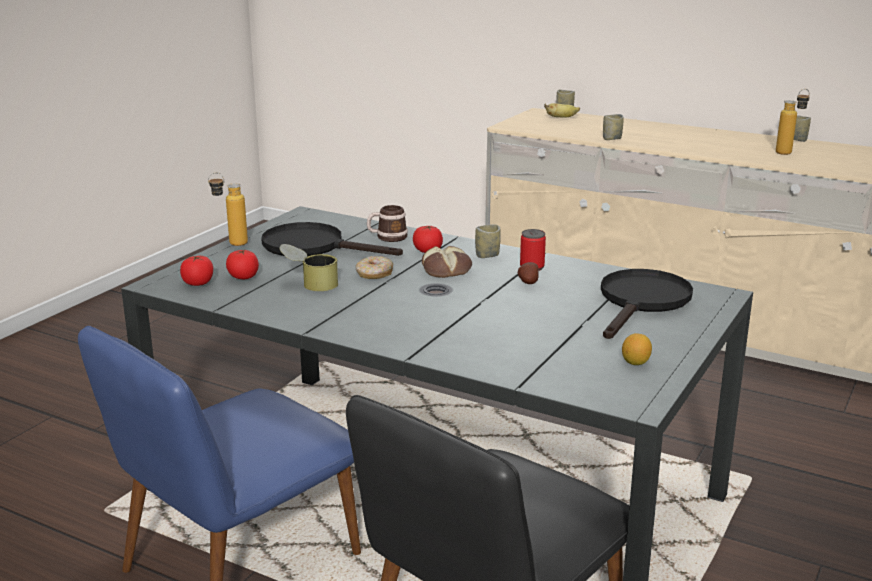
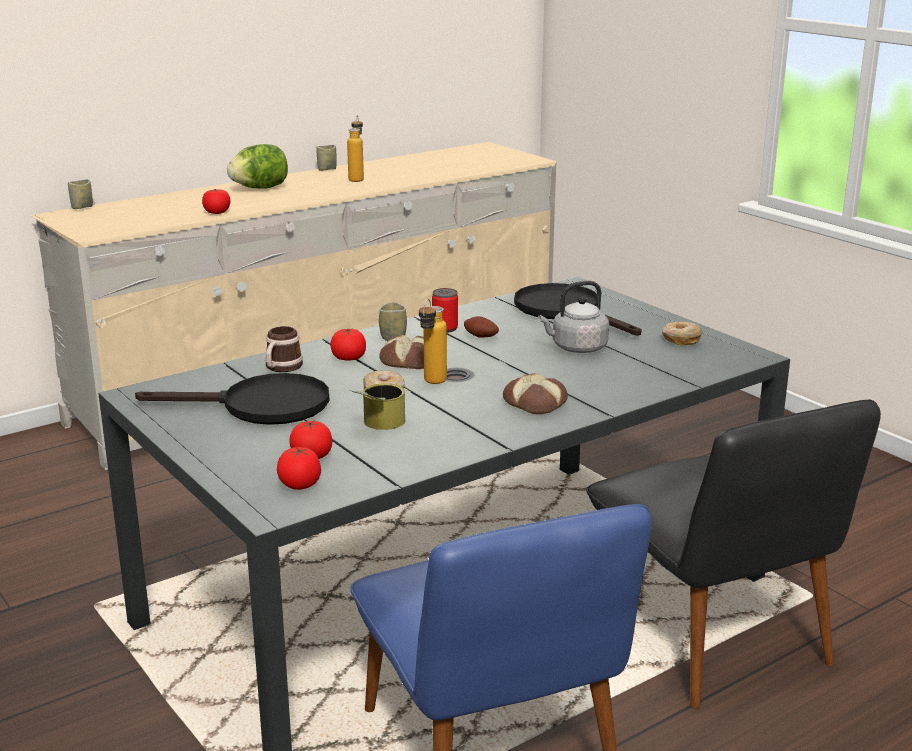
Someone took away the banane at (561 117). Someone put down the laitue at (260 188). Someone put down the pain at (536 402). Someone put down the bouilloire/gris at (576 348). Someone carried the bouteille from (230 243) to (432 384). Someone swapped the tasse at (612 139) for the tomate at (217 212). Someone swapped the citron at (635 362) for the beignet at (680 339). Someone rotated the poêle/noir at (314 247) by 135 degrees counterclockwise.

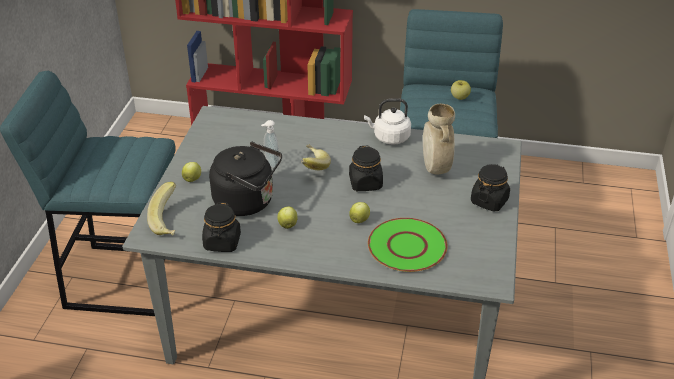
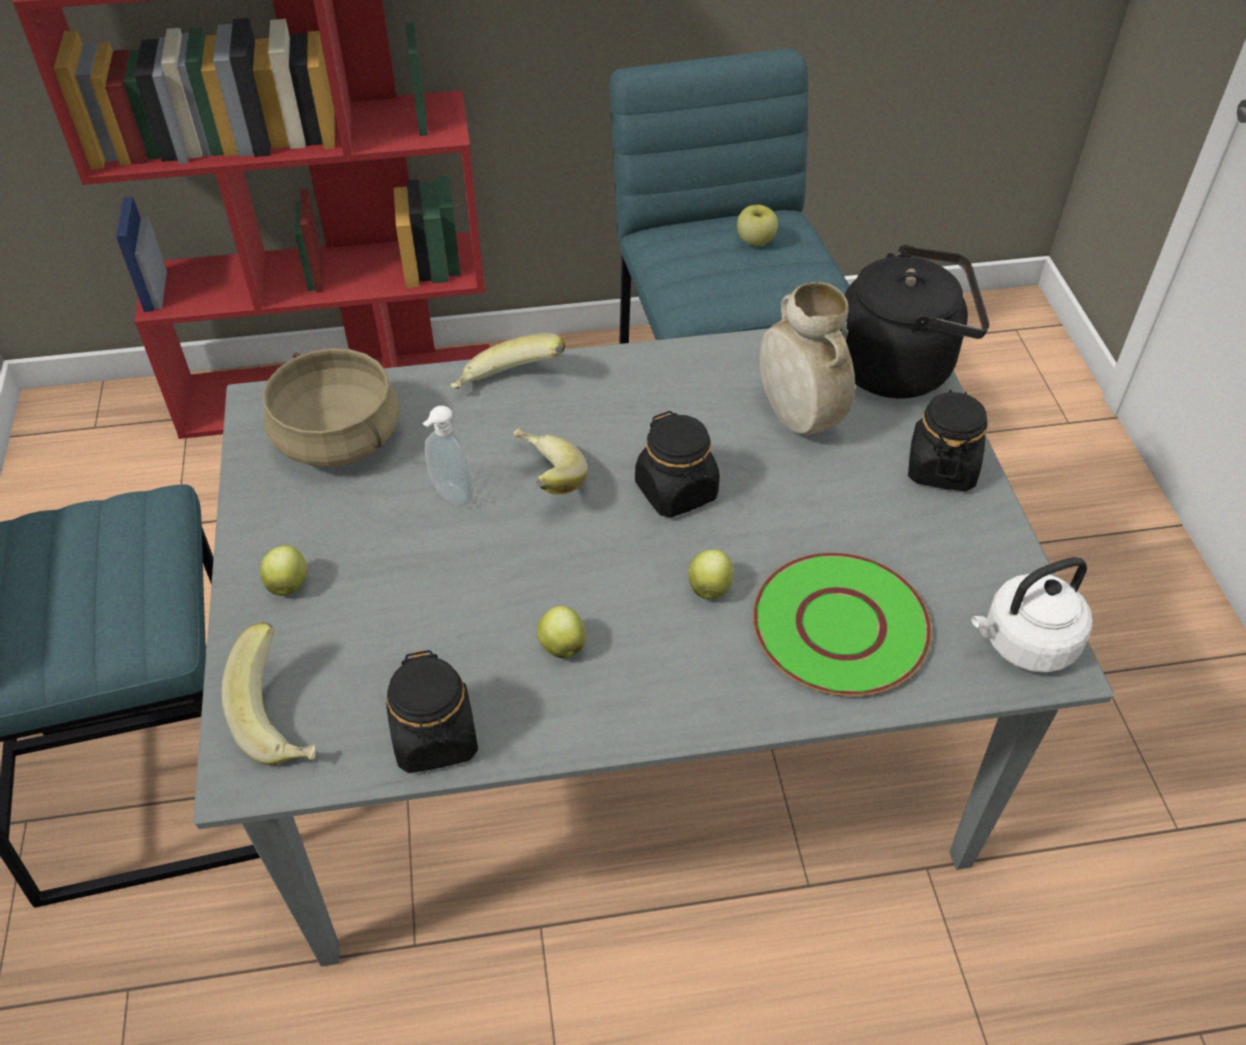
Someone put down the marmite/beige at (339 438). Someone put down the banane at (509 387). Someone carried the bouilloire/noir from (248 202) to (901 366). Someone carried the bouilloire/blanc from (389 137) to (1024 643).

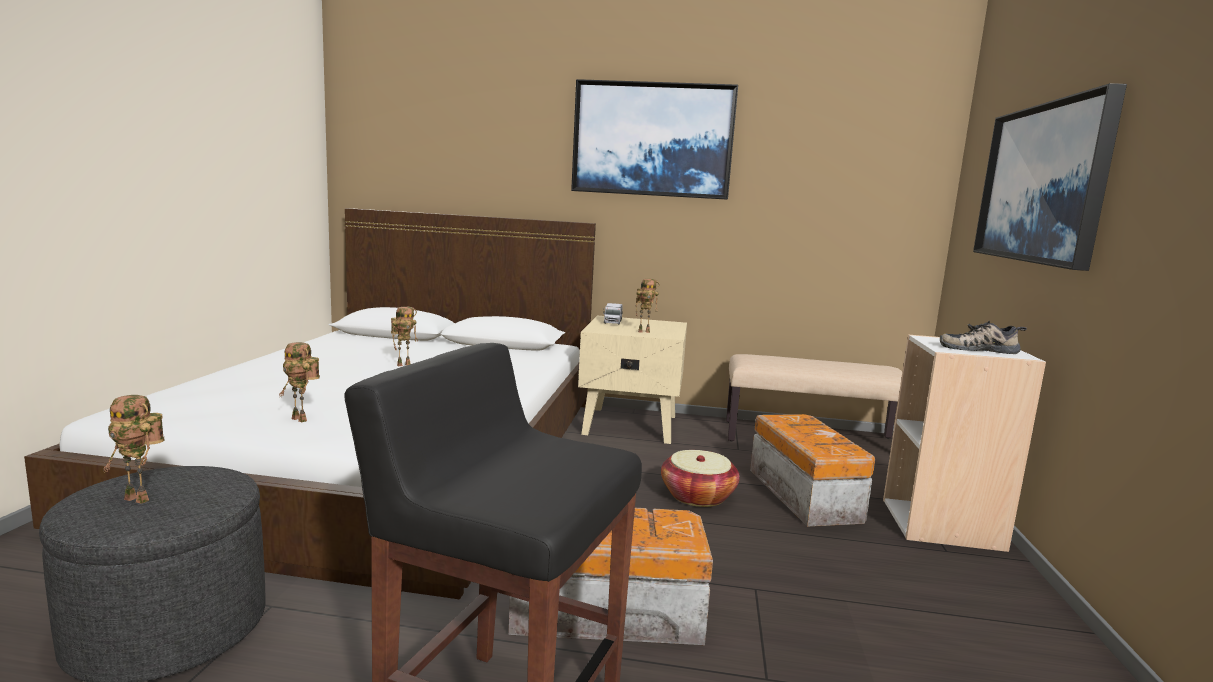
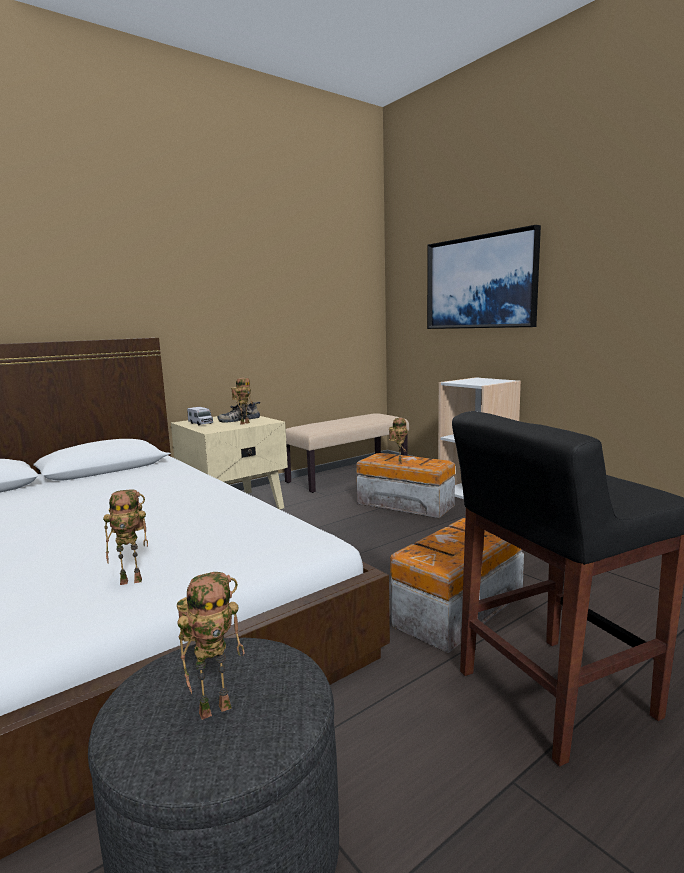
Someone took away the tableau at (652 140). Someone took away the panier at (698 496). Someone carried the robot jouet from (404 364) to (398 463). Someone carried the chaussure from (978 349) to (239 419).

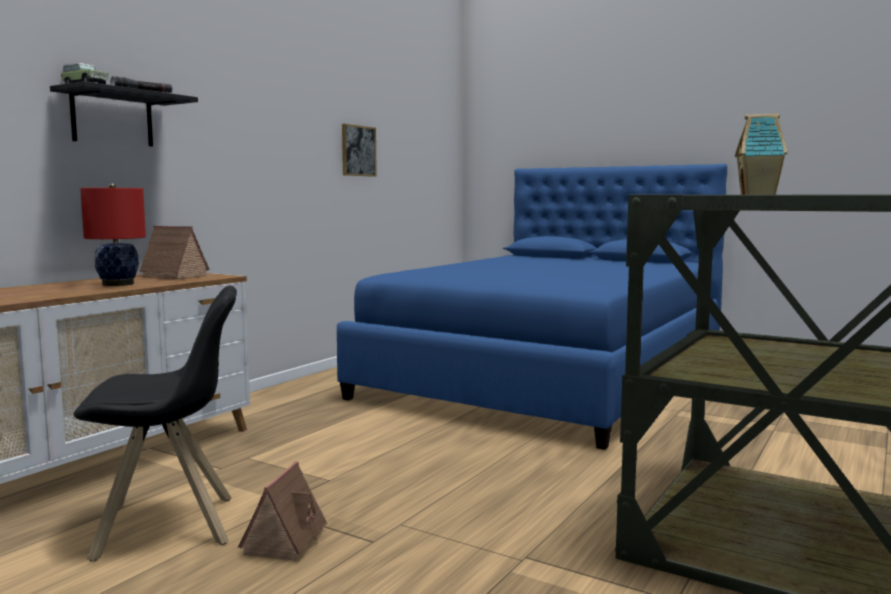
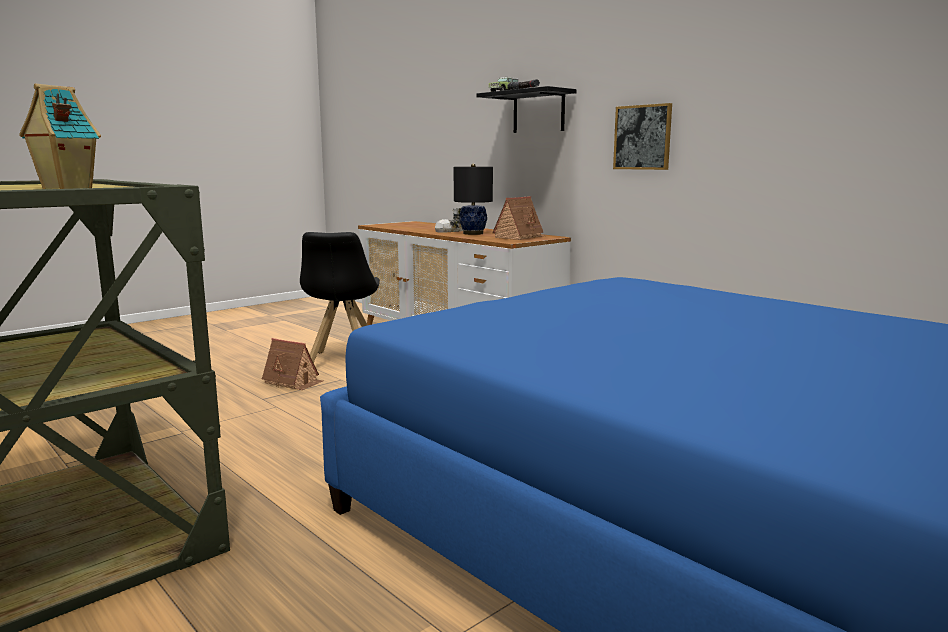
Someone put down the chaussure at (452 231). Someone carried the tableau from (358 151) to (642 137). Someone repainted the lampe de table/rouge at (118 284), which became the lampe de table/noir at (473 233).

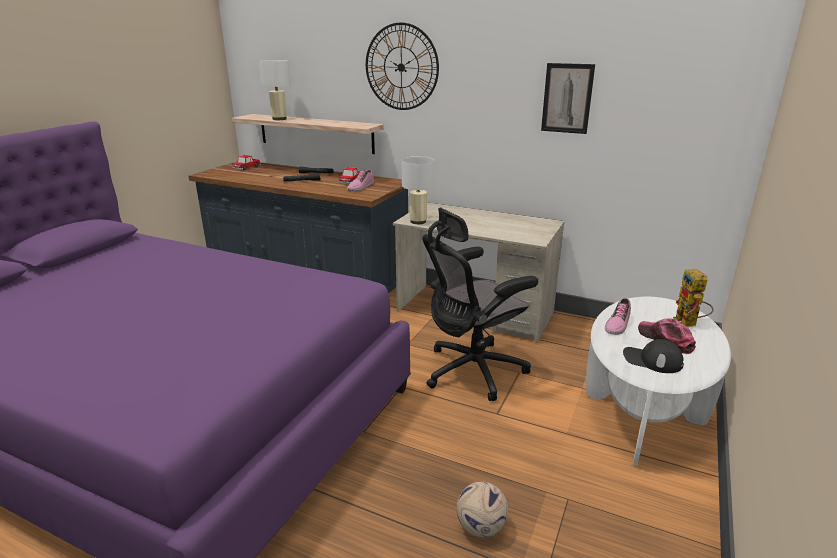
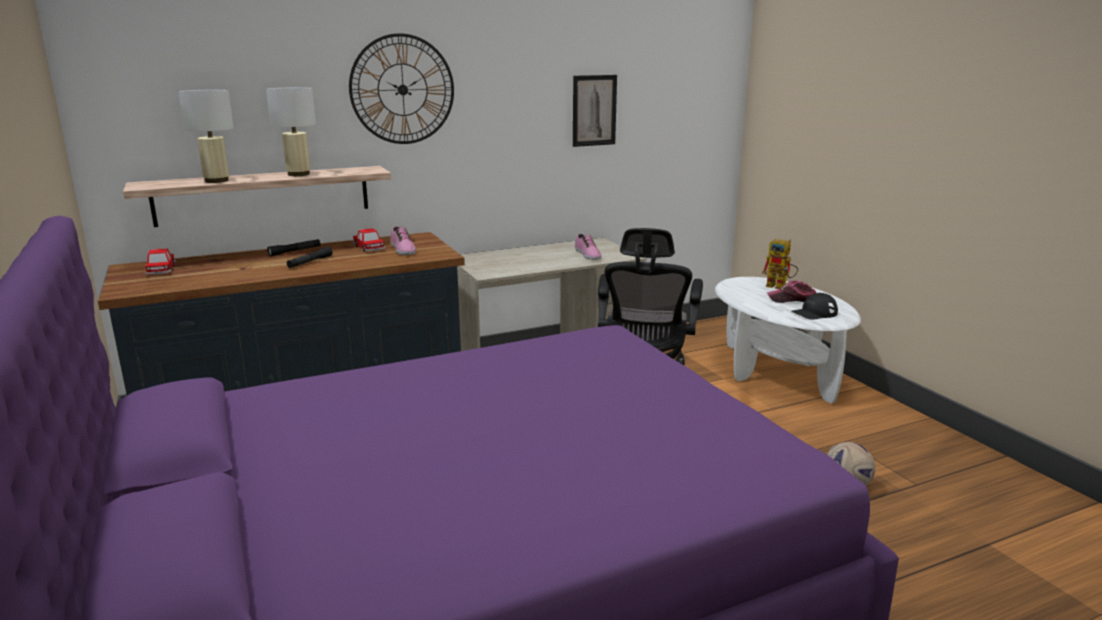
Someone carried the lampe de table/blanc from (418 221) to (298 174). Someone carried the chaussure from (617 323) to (587 254).

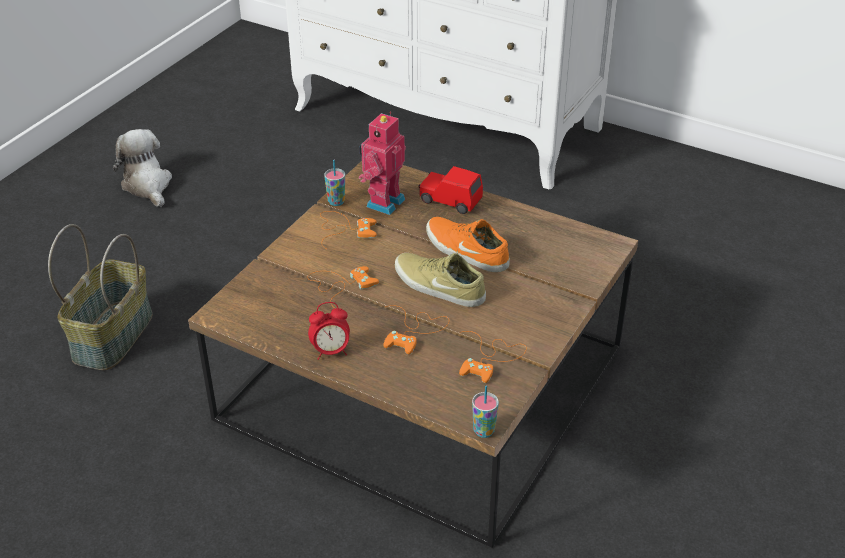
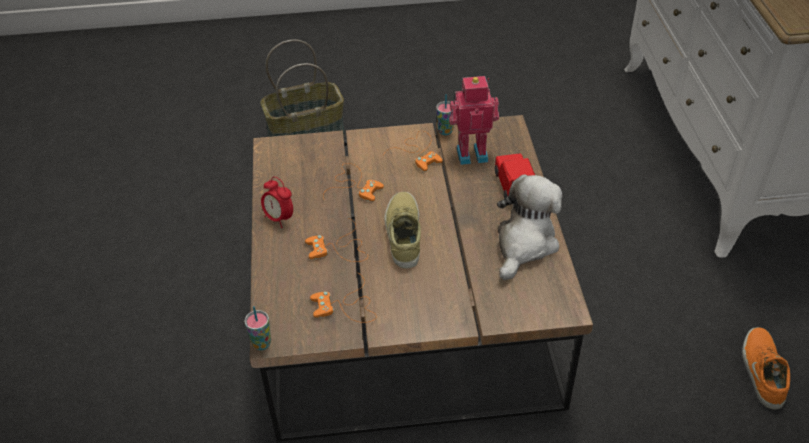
Someone carried the peluche from (147 185) to (524 243). Someone carried the chaussure/orange from (465 251) to (761 371).

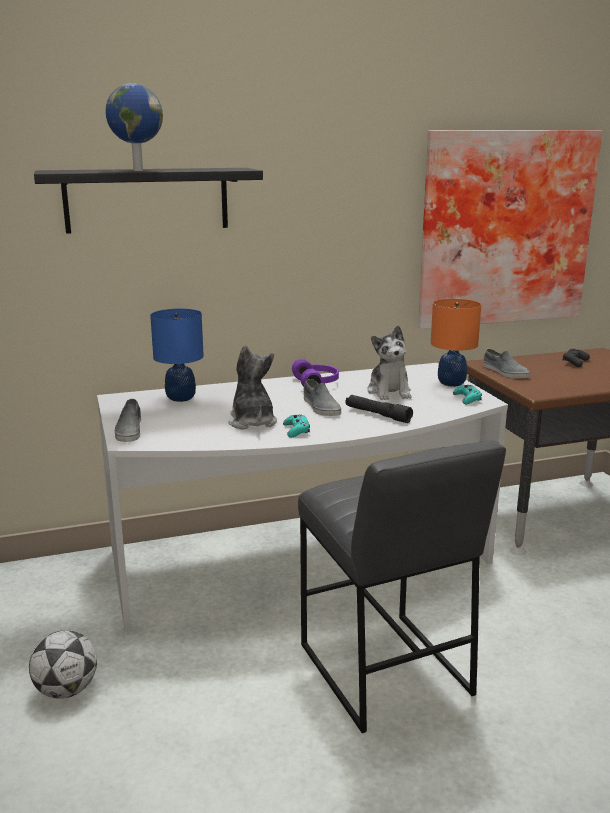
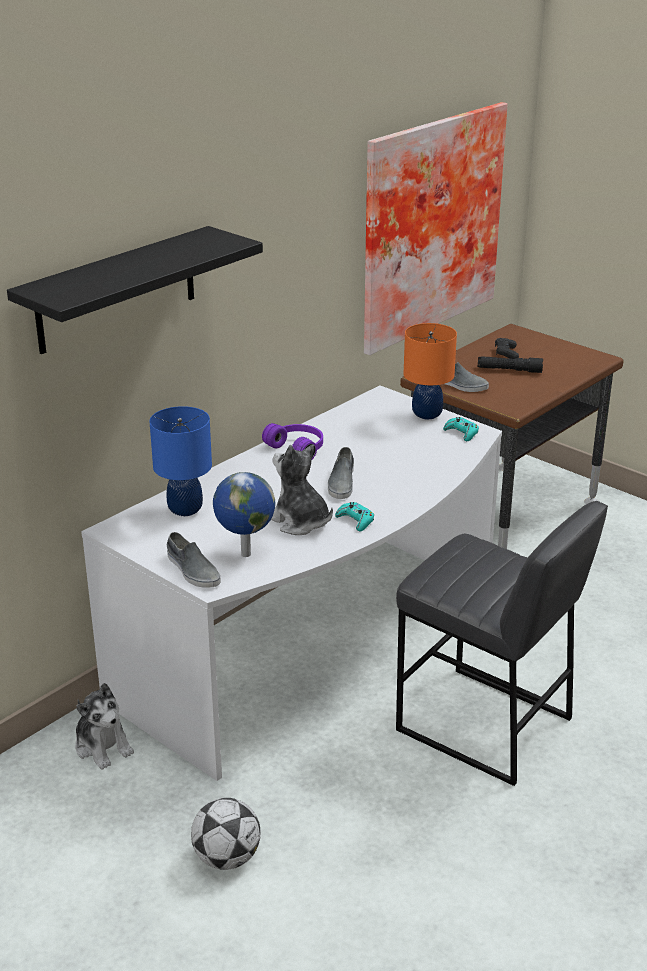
Someone carried the globe from (137 170) to (244 554). Someone carried the lampe de poche/noir from (377 415) to (509 370). Someone carried the peluche from (389 392) to (103 746). Someone rotated the chaussure/gris at (320 407) by 60 degrees clockwise.

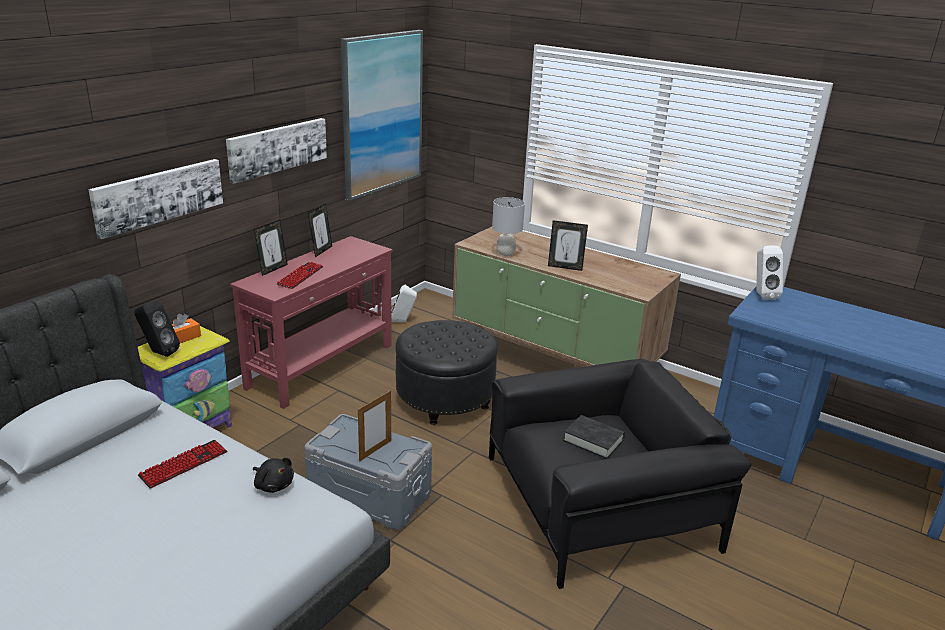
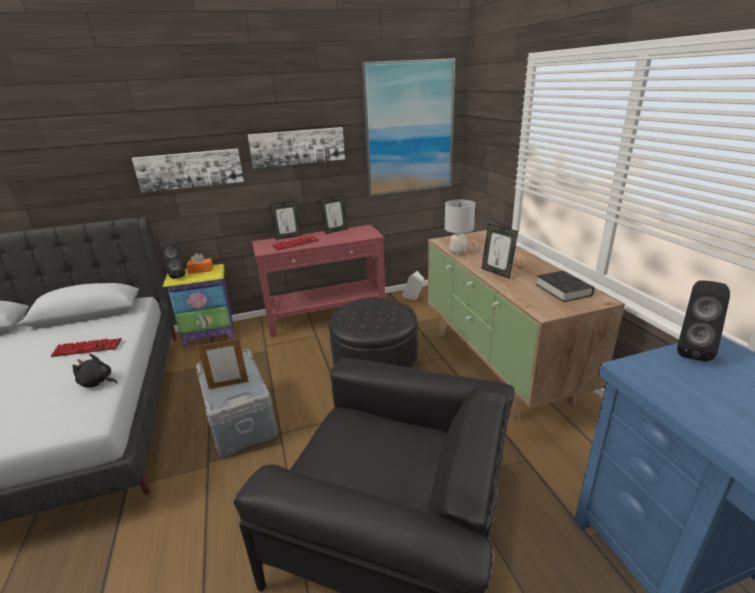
Someone carried the livre/noir from (593 440) to (563 290). Someone repainted the enceinte/blanc at (761 295), which became the enceinte/noir at (690 350). Someone rotated the peluche/noir at (273 485) by 120 degrees clockwise.

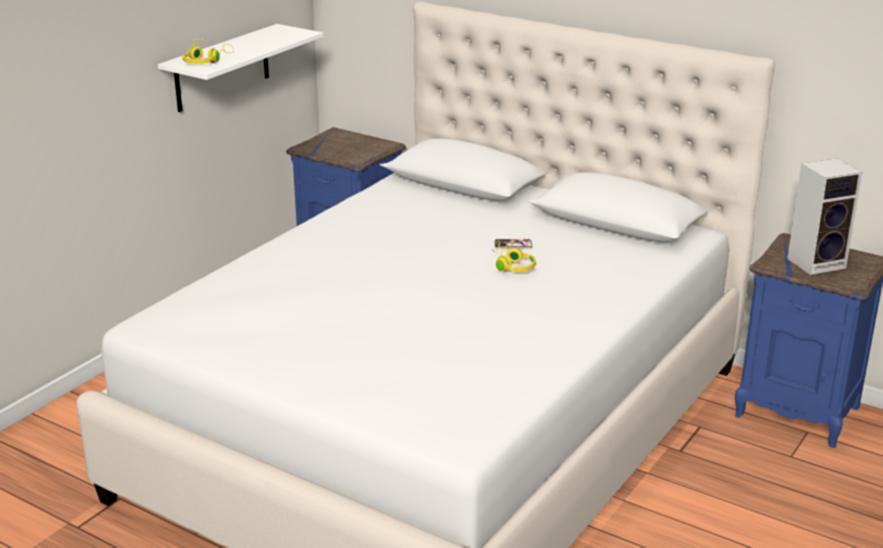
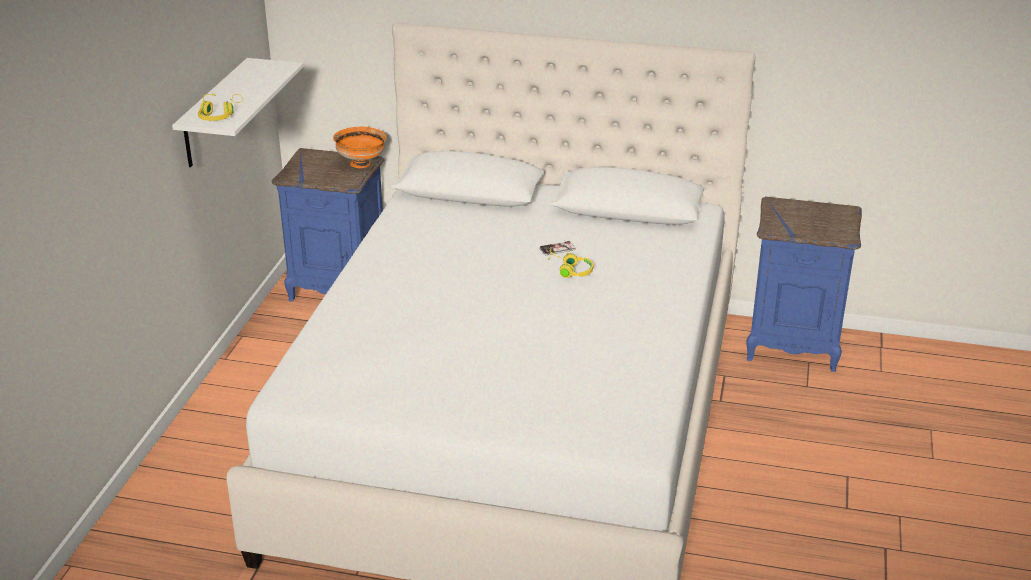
Someone took away the enceinte at (817 262). Someone put down the bol/orange at (361 163).

